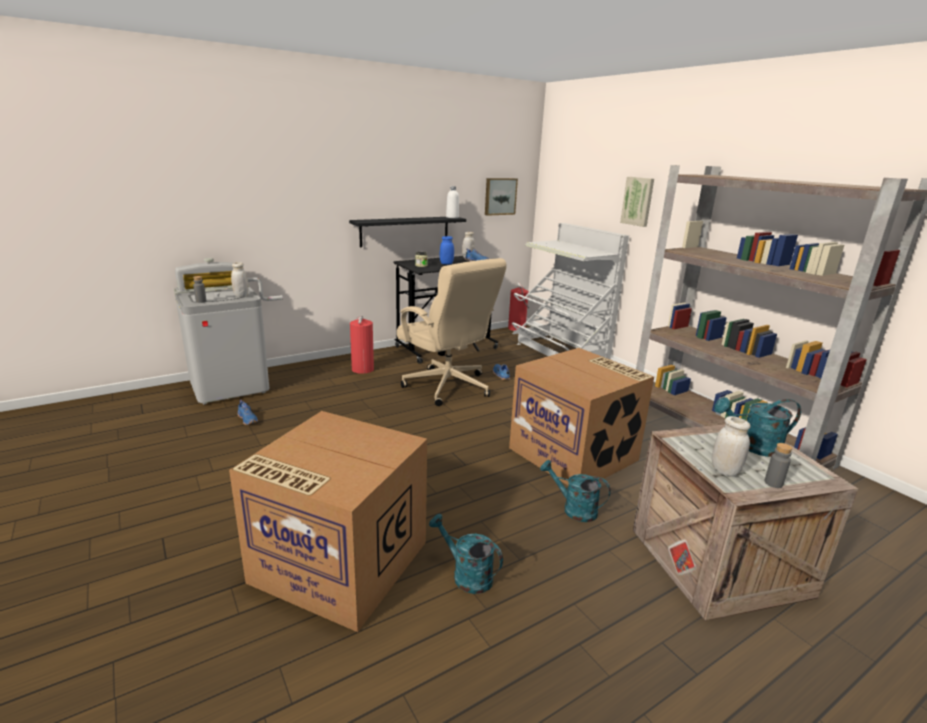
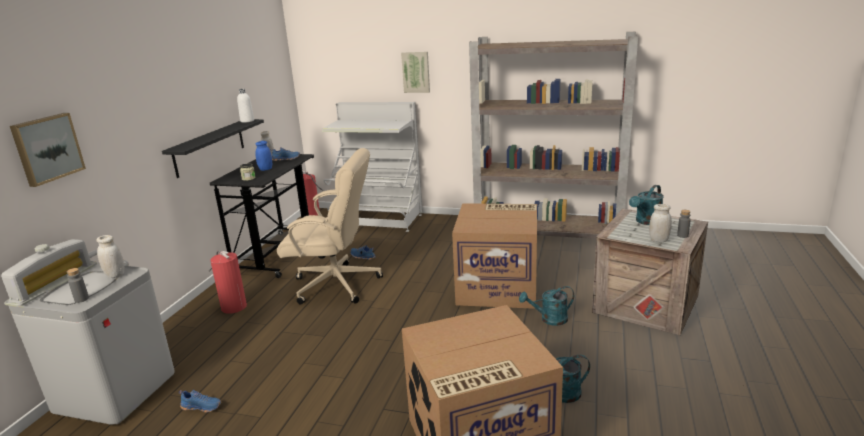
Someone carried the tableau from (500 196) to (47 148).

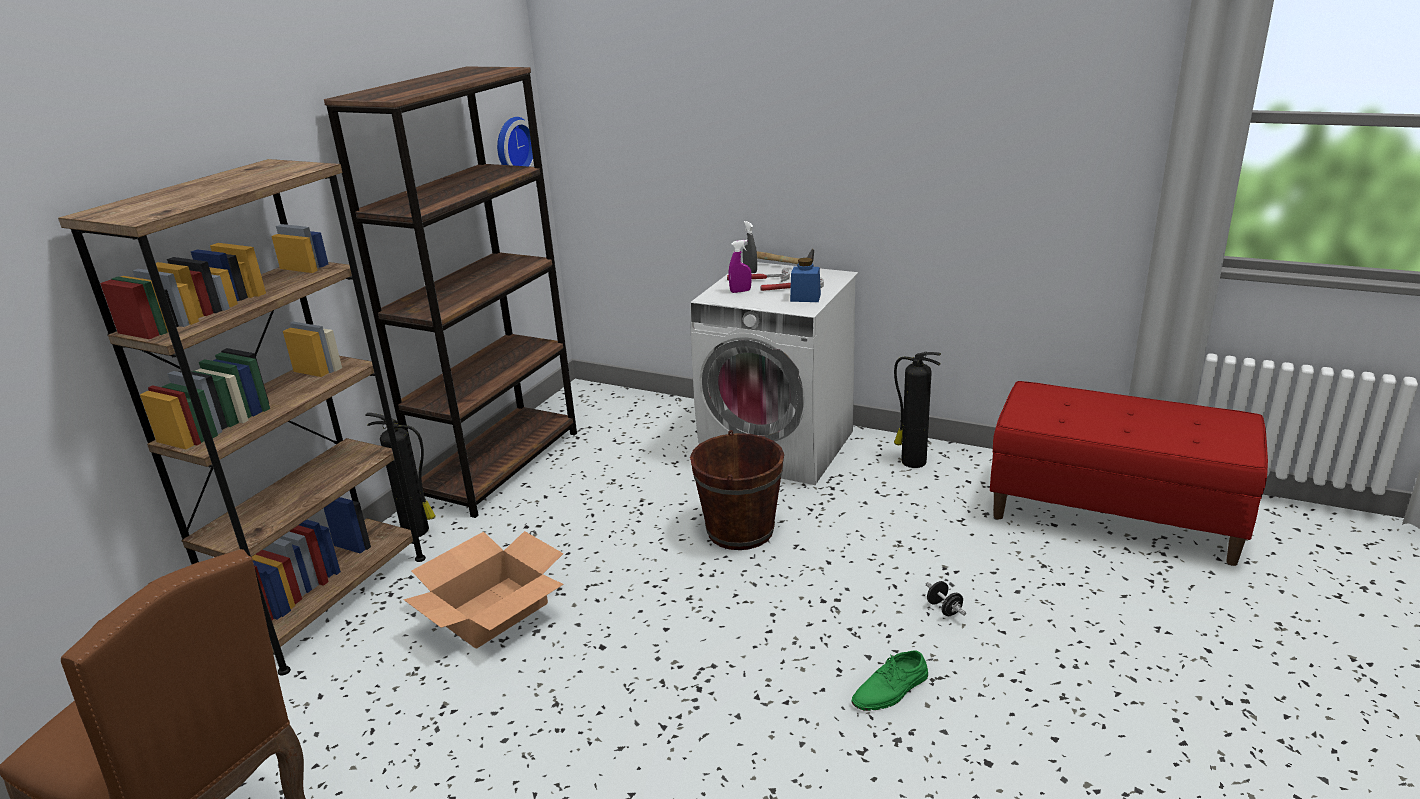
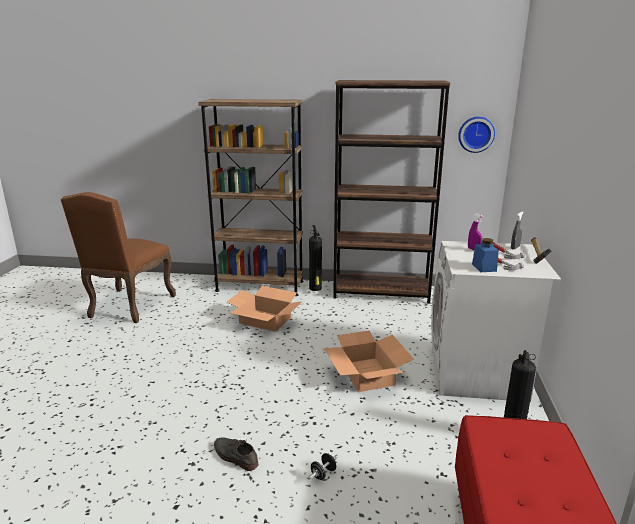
Someone swapped the seau/marron at (740 530) for the carton at (367 374). Someone repainted the chaussure/vert at (891 690), which became the chaussure/gris at (235 456).

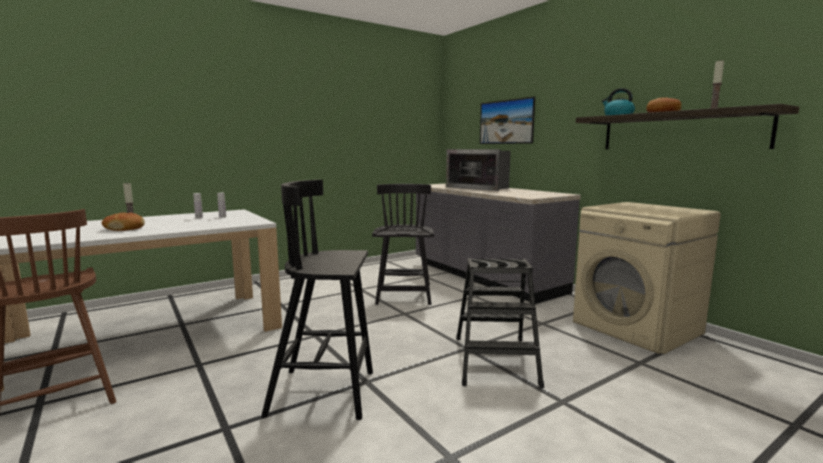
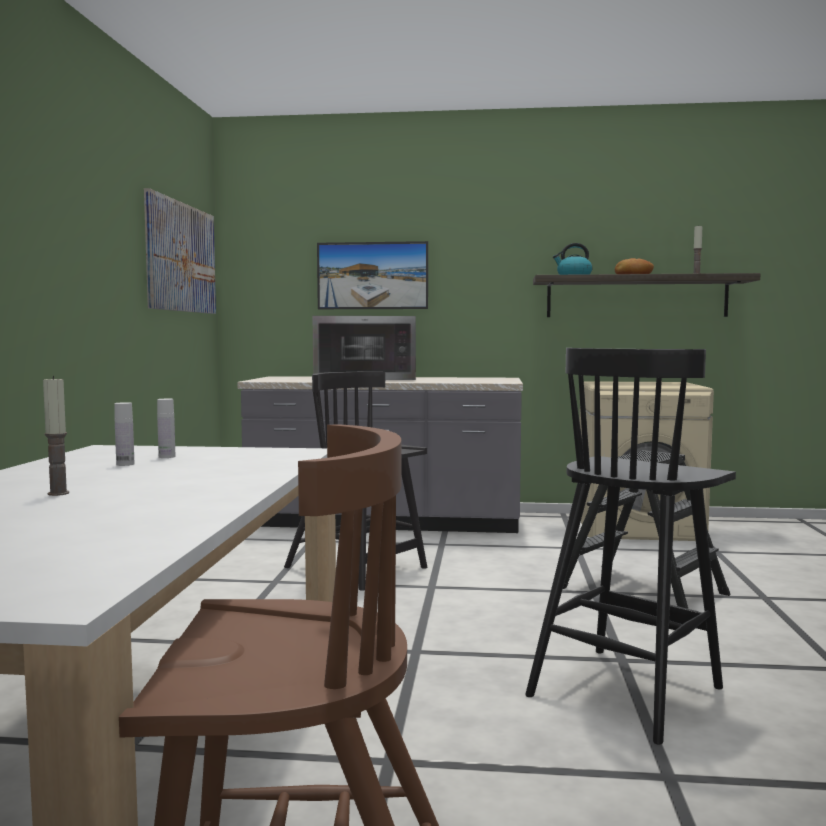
Someone took away the pain at (125 228). Someone put up the tableau at (181 257).

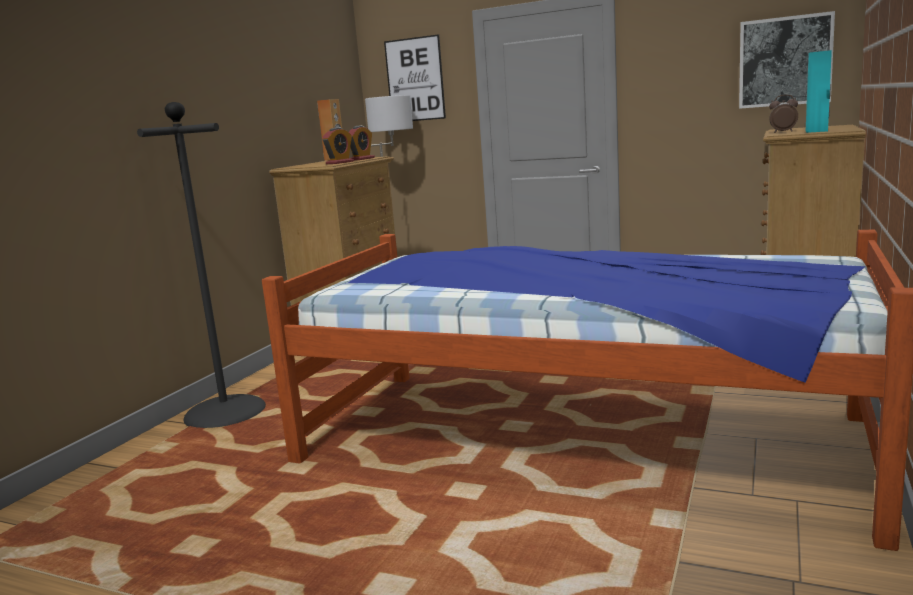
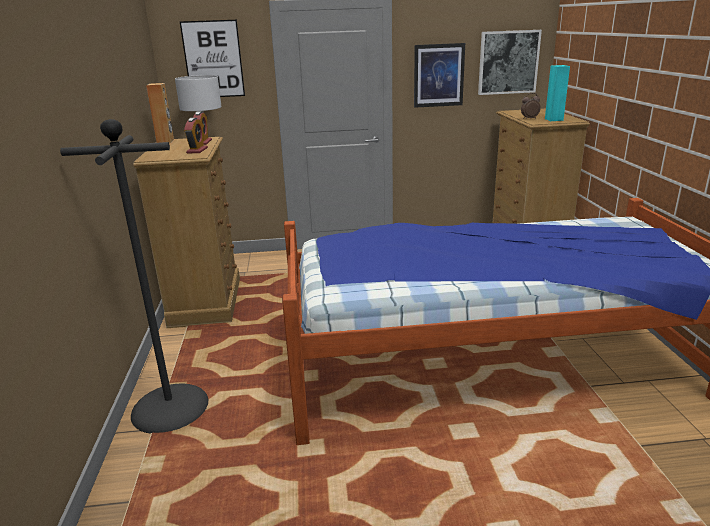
Someone put up the tableau at (438 75).

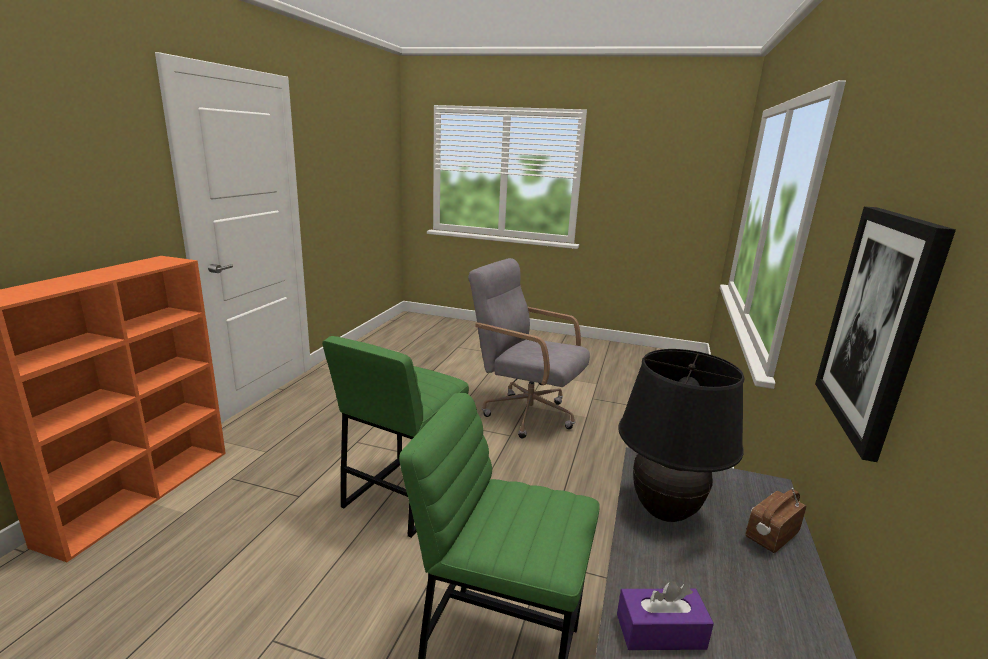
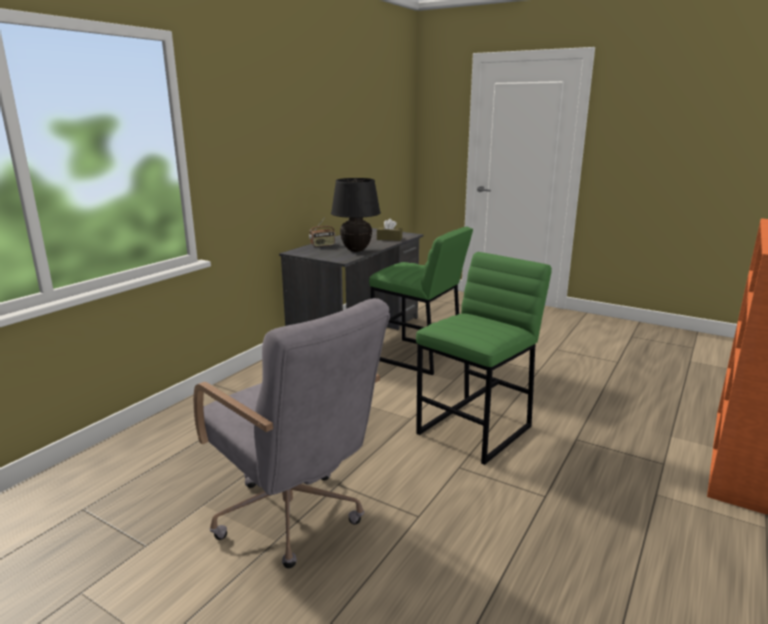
Someone took away the tableau at (877 324). Someone repainted the boîte à mouchoirs/violet at (660 631), which became the boîte à mouchoirs/marron at (389 239).

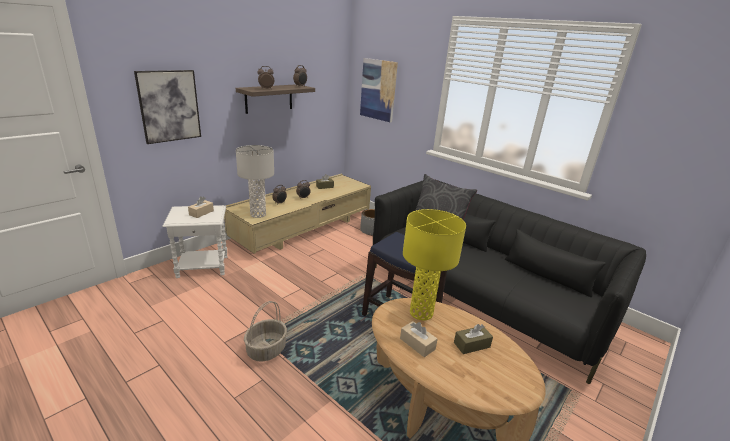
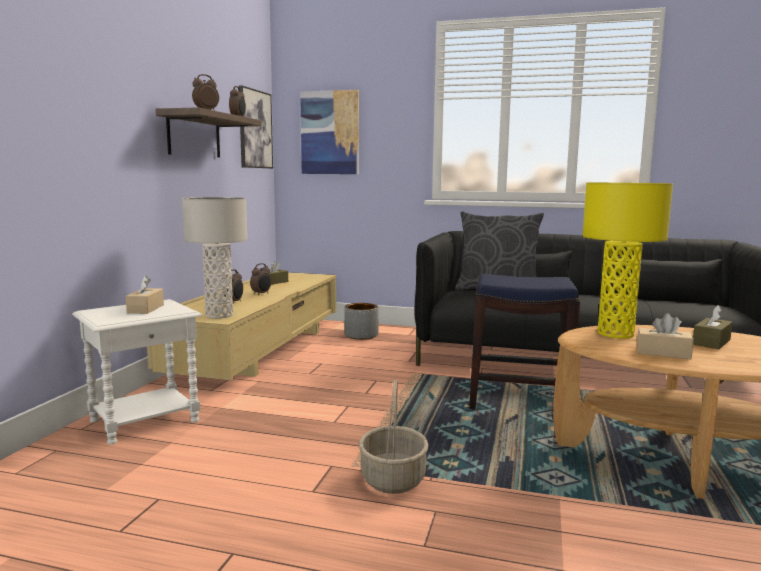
Someone carried the tableau from (169 106) to (255 129).

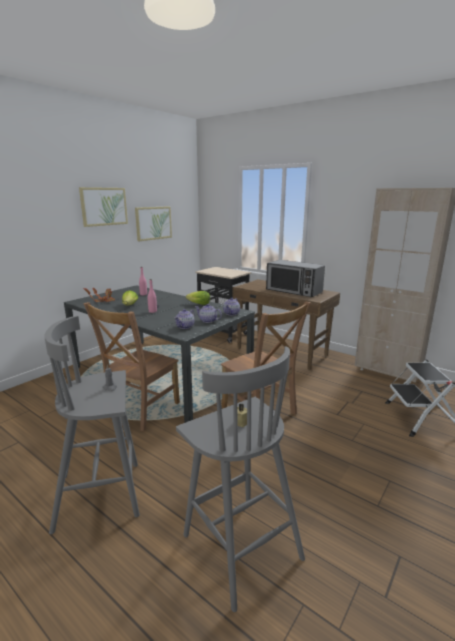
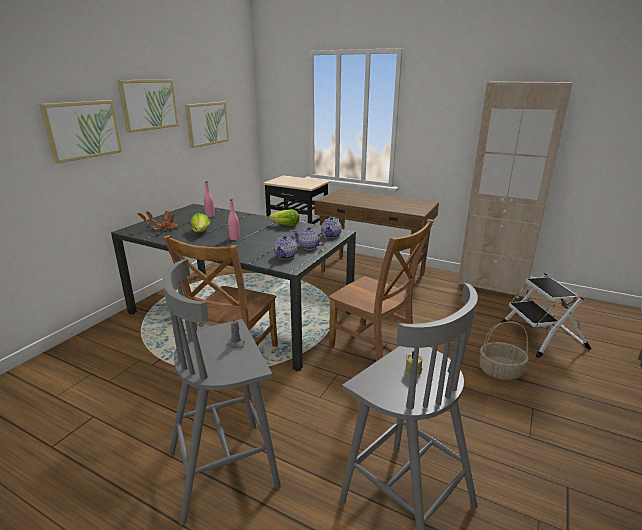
Someone took away the micro-ondes at (293 291). Someone put up the tableau at (83 130). Someone put down the panier at (499 371).

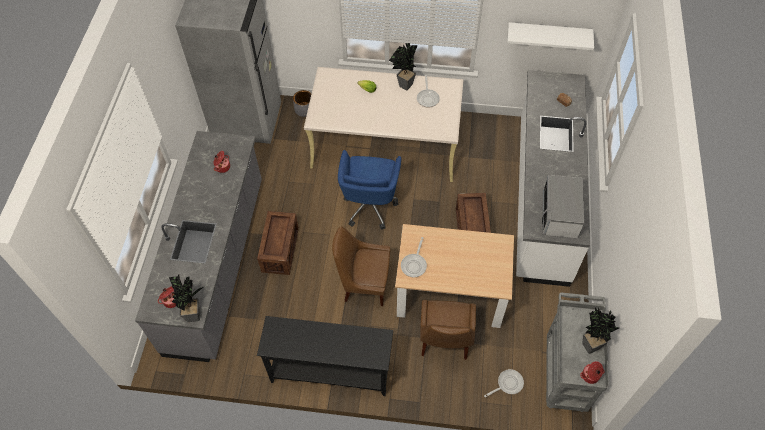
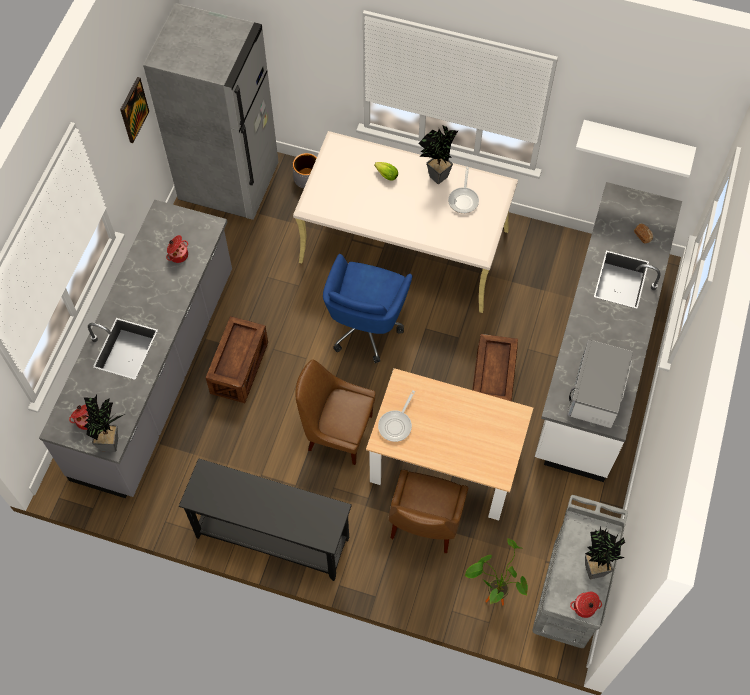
Someone put up the tableau at (133 110). Someone swapped the poêle at (508 384) for the plante en pot at (492 594).

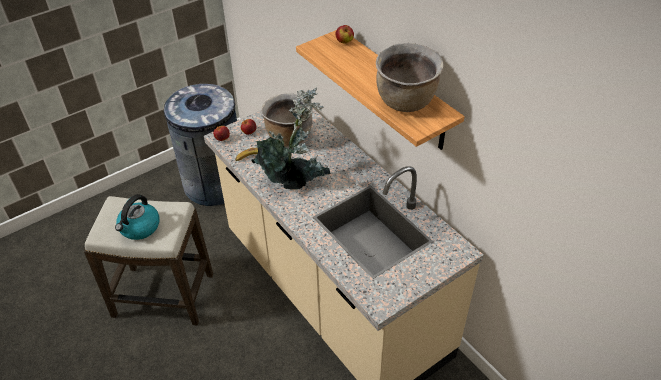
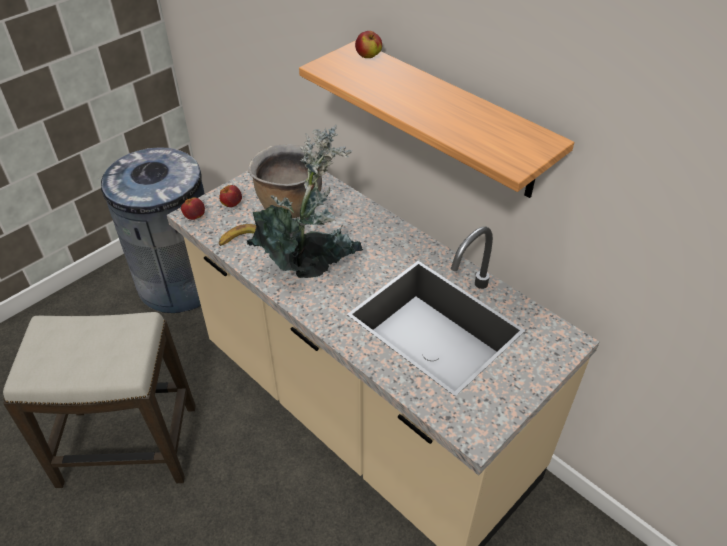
Someone took away the bouilloire at (139 228). Someone took away the marmite/marron at (406 102).

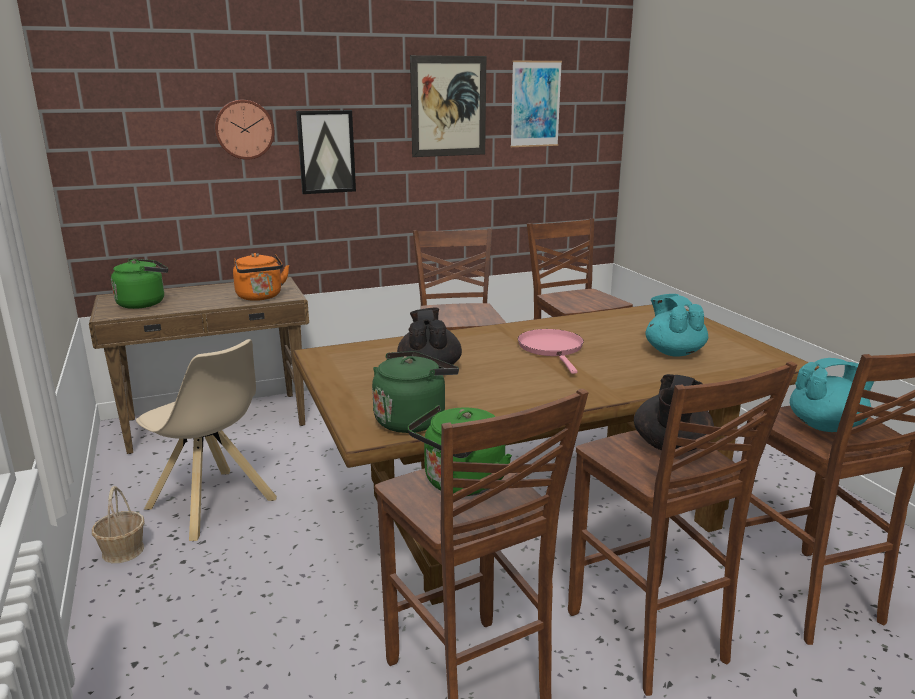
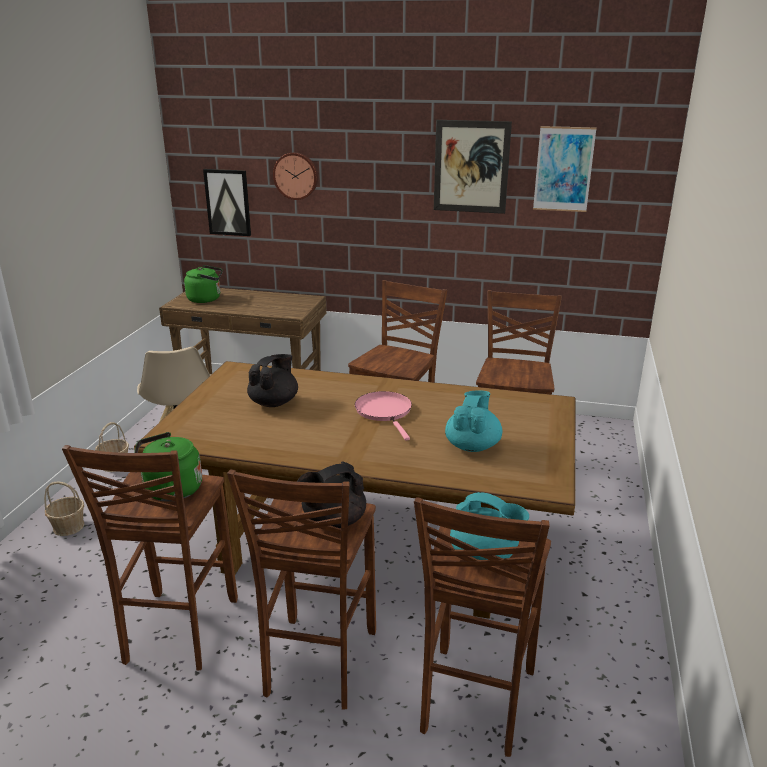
Someone took away the bouilloire/orange at (260 297). Someone took away the bouilloire/vert at (412 419). Someone put down the panier at (68 526). Someone carried the tableau from (326 152) to (228 202). Someone rotated the poêle/rose at (552 349) by 45 degrees counterclockwise.

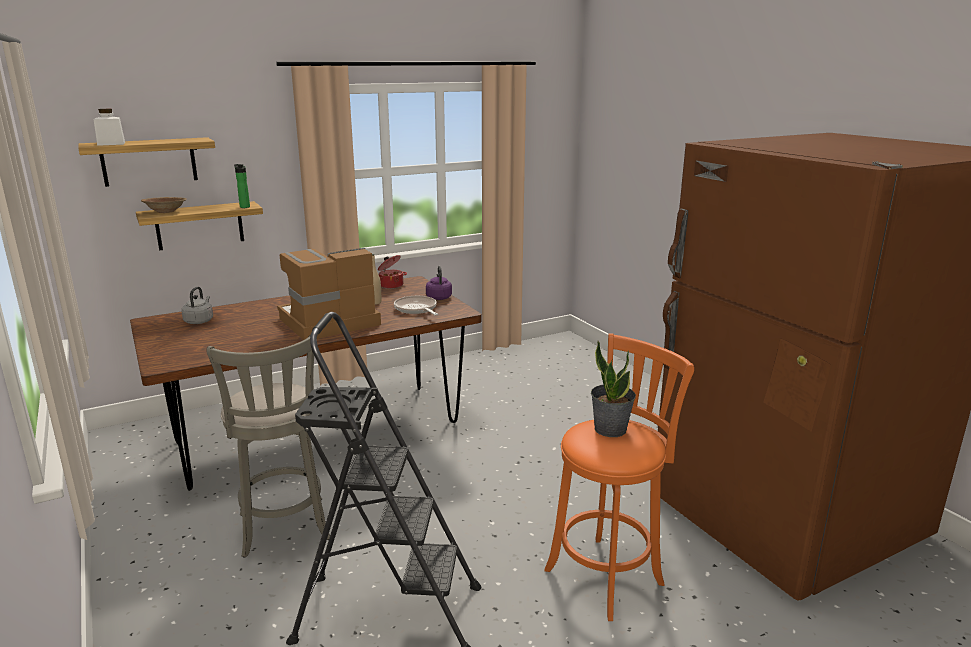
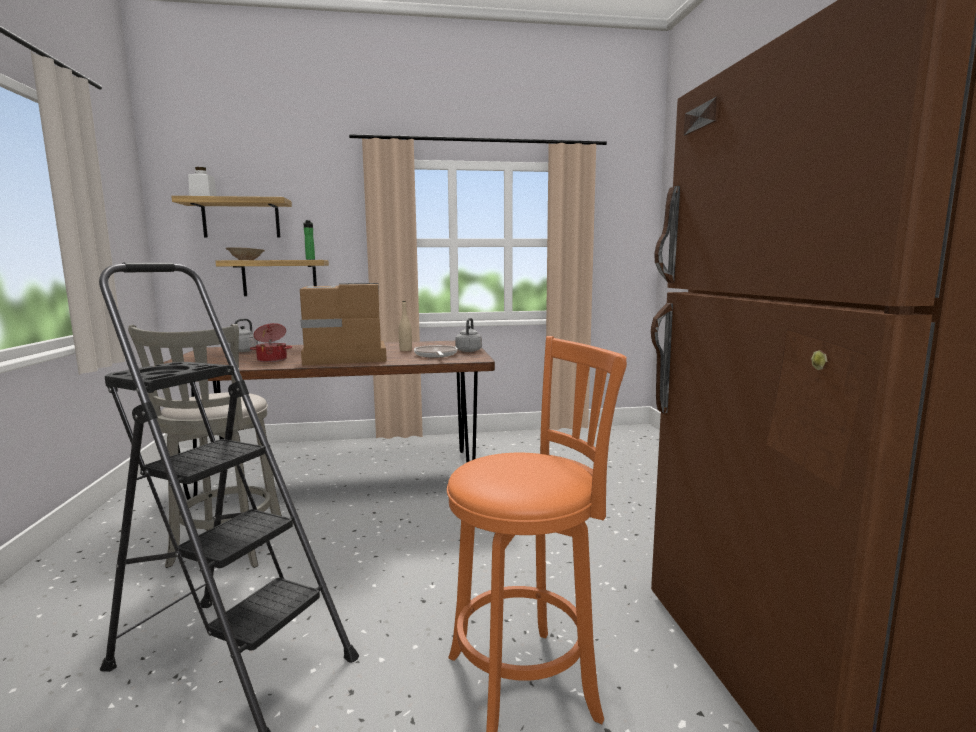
Someone took away the plante en pot at (610 429). Someone carried the marmite from (391 285) to (272 360). Someone repainted the bouilloire/violet at (439 297), which became the bouilloire/gris at (469 350).

